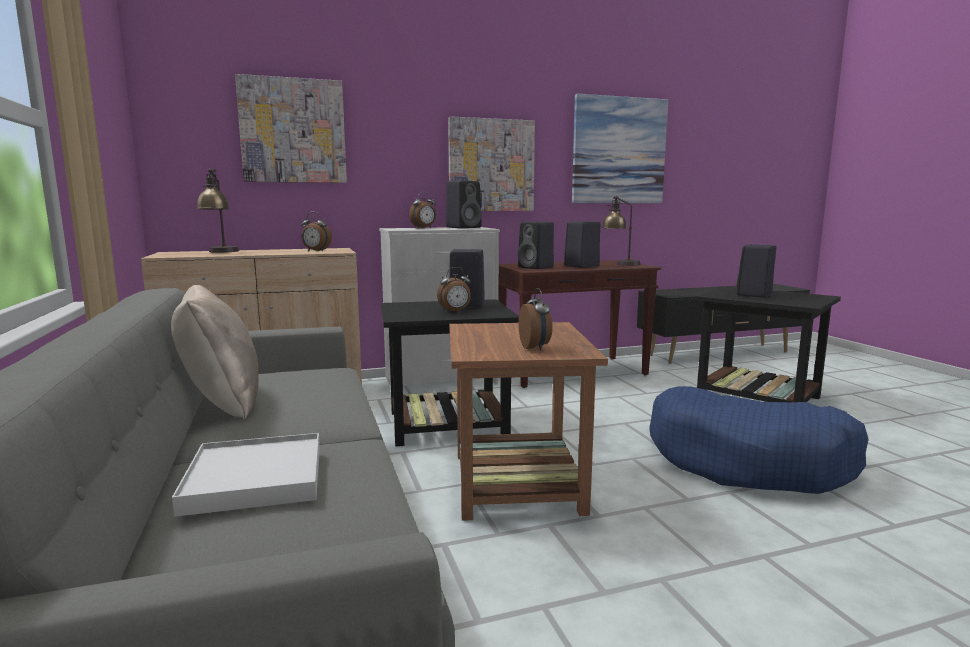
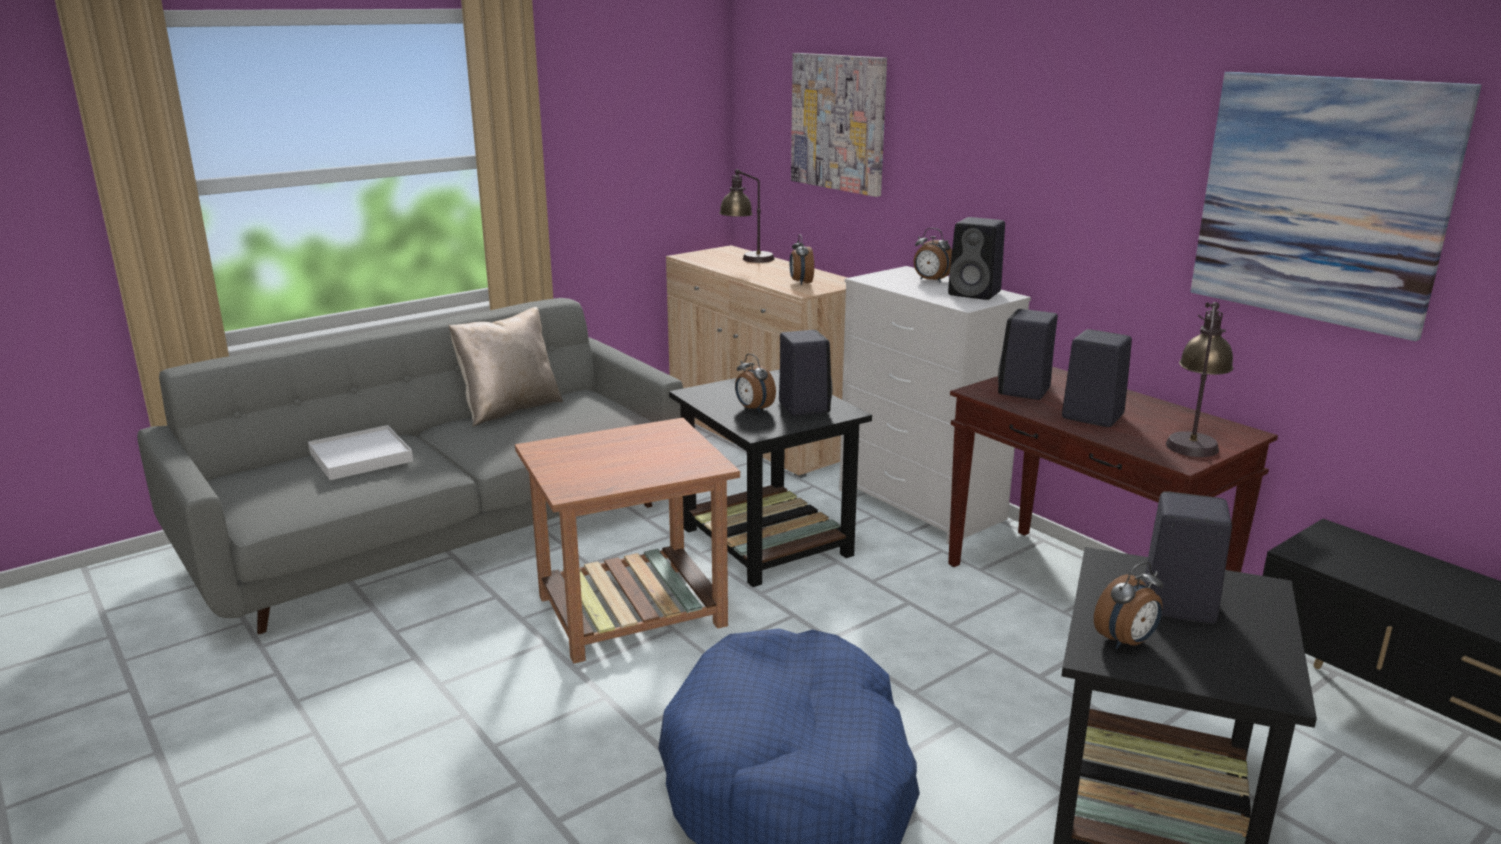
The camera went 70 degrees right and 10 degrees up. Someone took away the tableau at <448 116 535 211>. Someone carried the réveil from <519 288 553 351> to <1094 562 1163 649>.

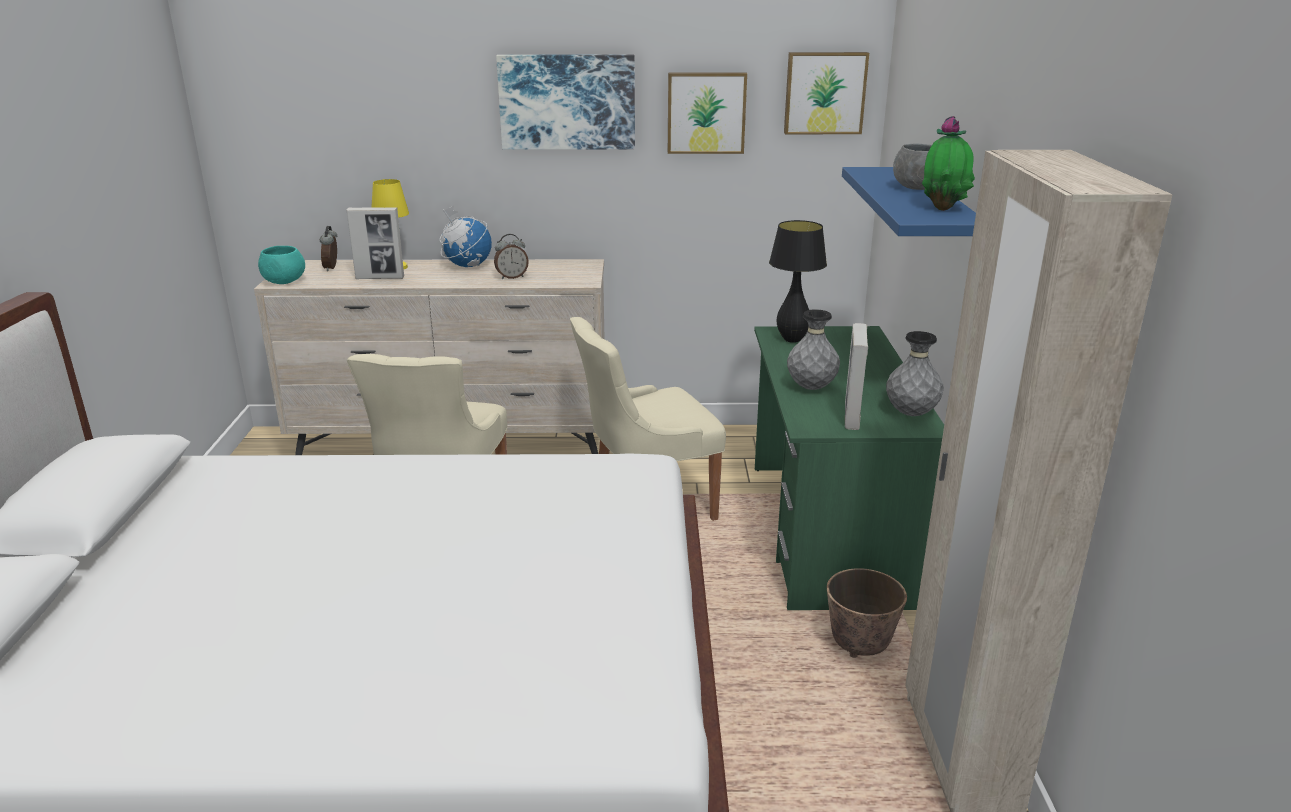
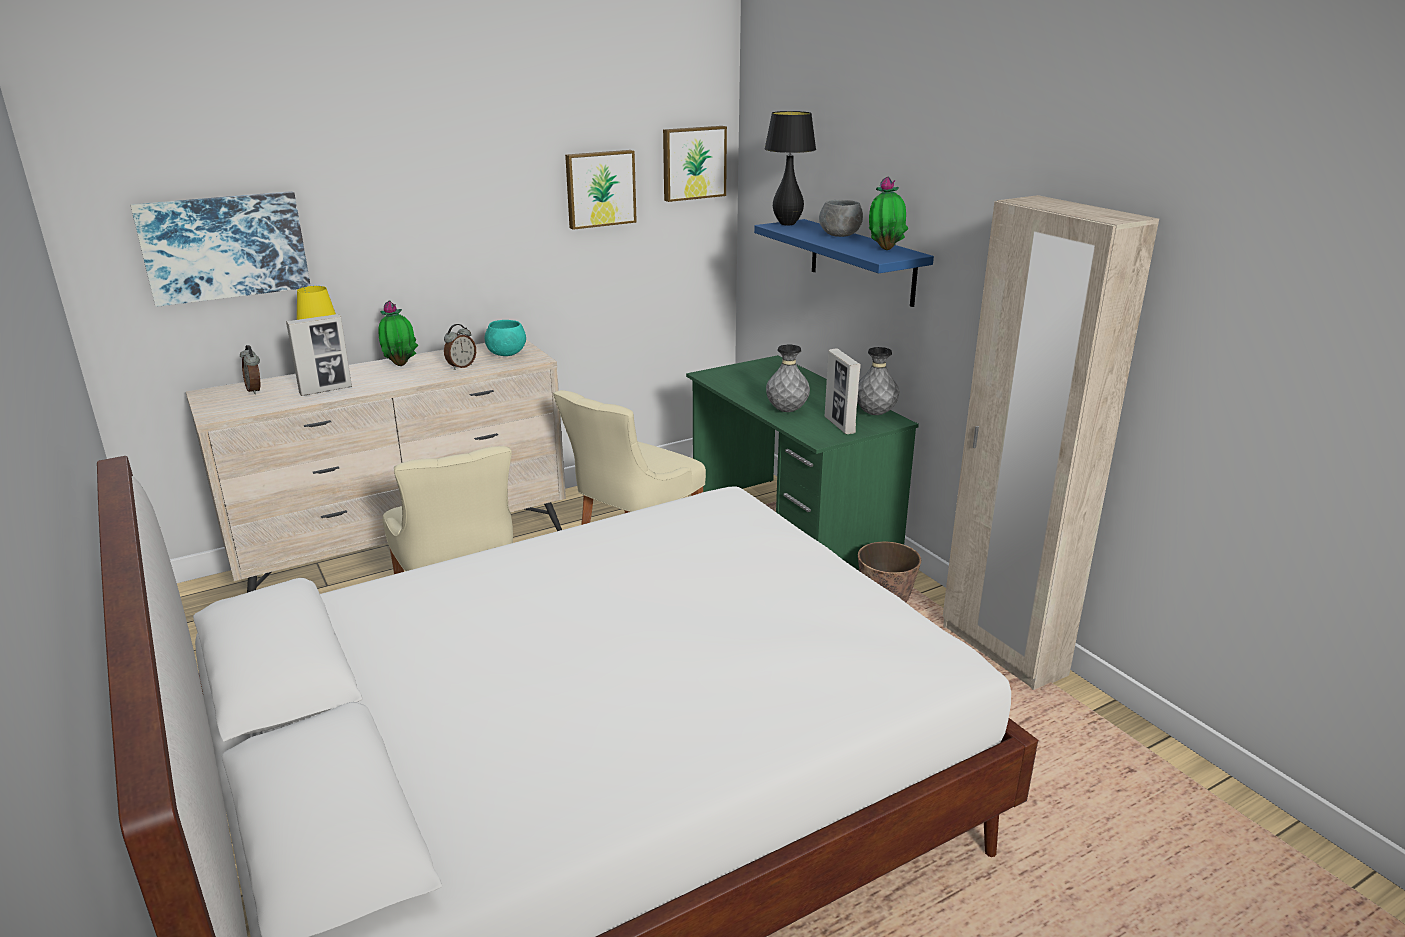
The camera went 30 degrees left and 0 degrees up. Someone carried the bol [turquoise] from <258 246 305 284> to <485 320 526 356>. Someone carried the tableau from <496 55 635 150> to <131 191 311 307>. Someone carried the lampe de table [noir] from <769 220 827 343> to <765 111 816 225>. Someone swapped the globe at <440 206 492 267> for the plante en pot at <378 300 418 366>.

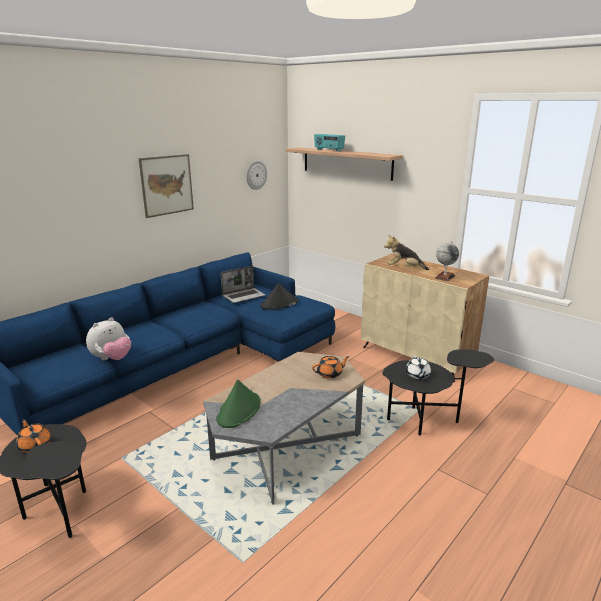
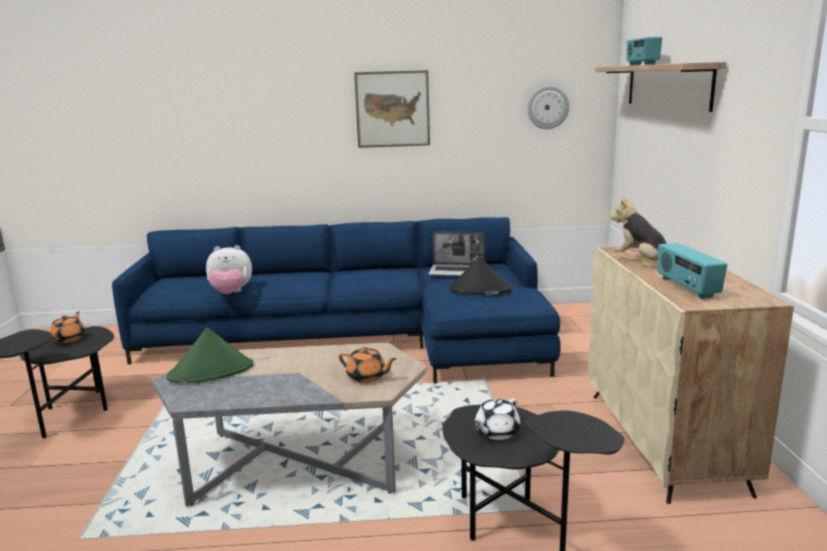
The camera went 45 degrees right and 5 degrees down. Someone swapped the globe at <435 241 459 281> for the radio at <658 243 727 299>.

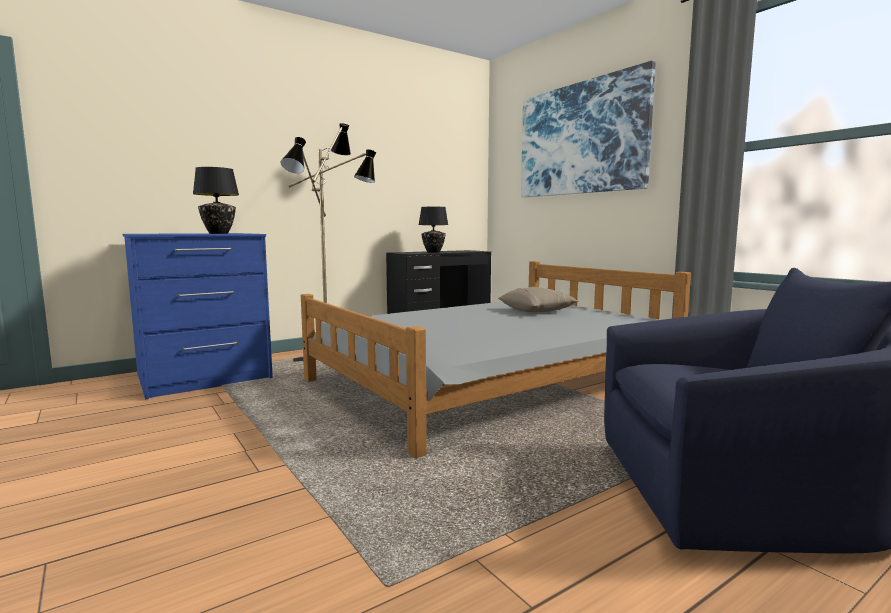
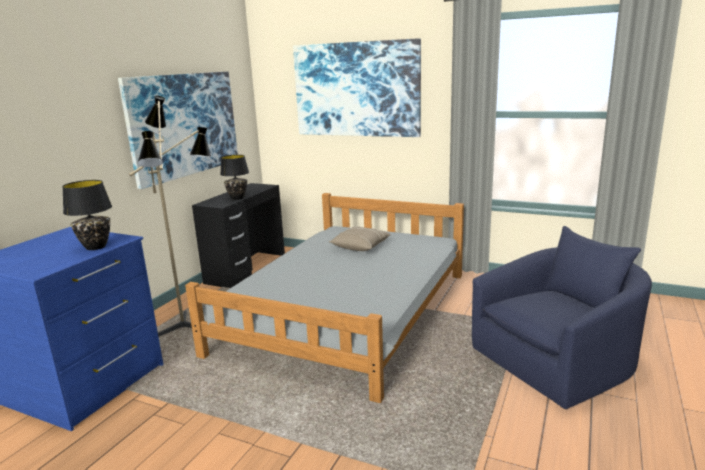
The camera went 30 degrees left and 10 degrees up. Someone put up the tableau at <118 72 238 189>.

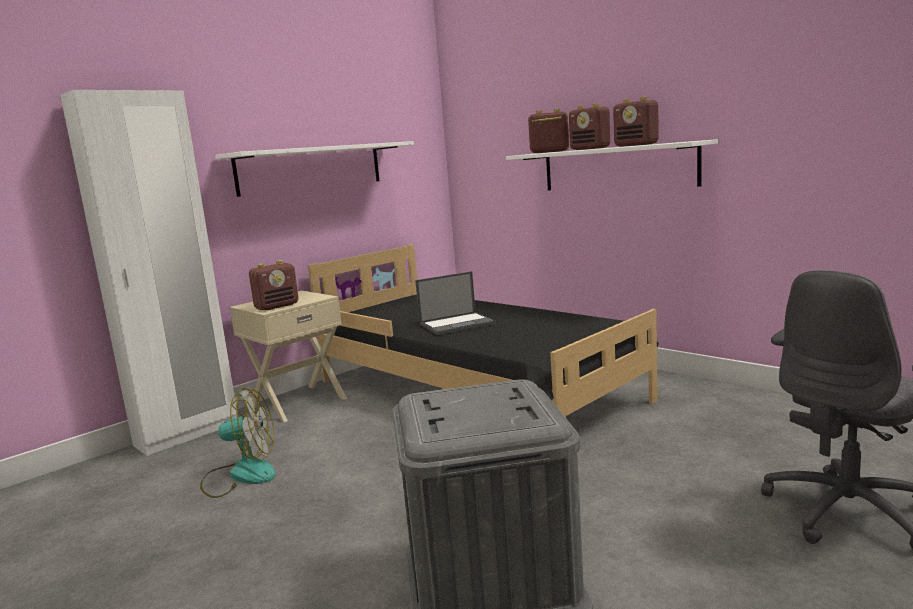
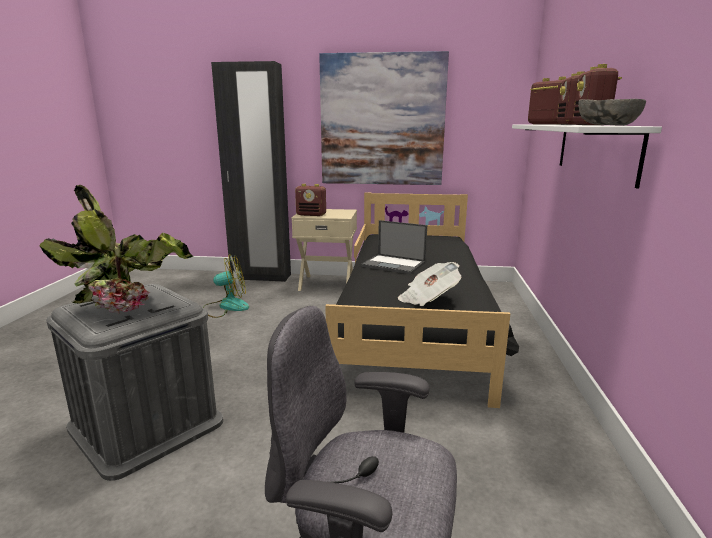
The camera went 50 degrees right and 5 degrees up. Someone put down the plante en pot at <39 185 193 314>. Someone put down the journal at <398 262 462 306>. Someone put down the bol [gris] at <578 99 646 126>. Someone swapped the étagère [blanc] at <215 141 414 197> for the tableau at <319 51 449 185>. Someone repainted the armoire [blanc] at <60 90 237 456>, which became the armoire [noir] at <211 61 291 282>. Someone rotated the ventilateur at <200 388 276 498> by 60 degrees counterclockwise.

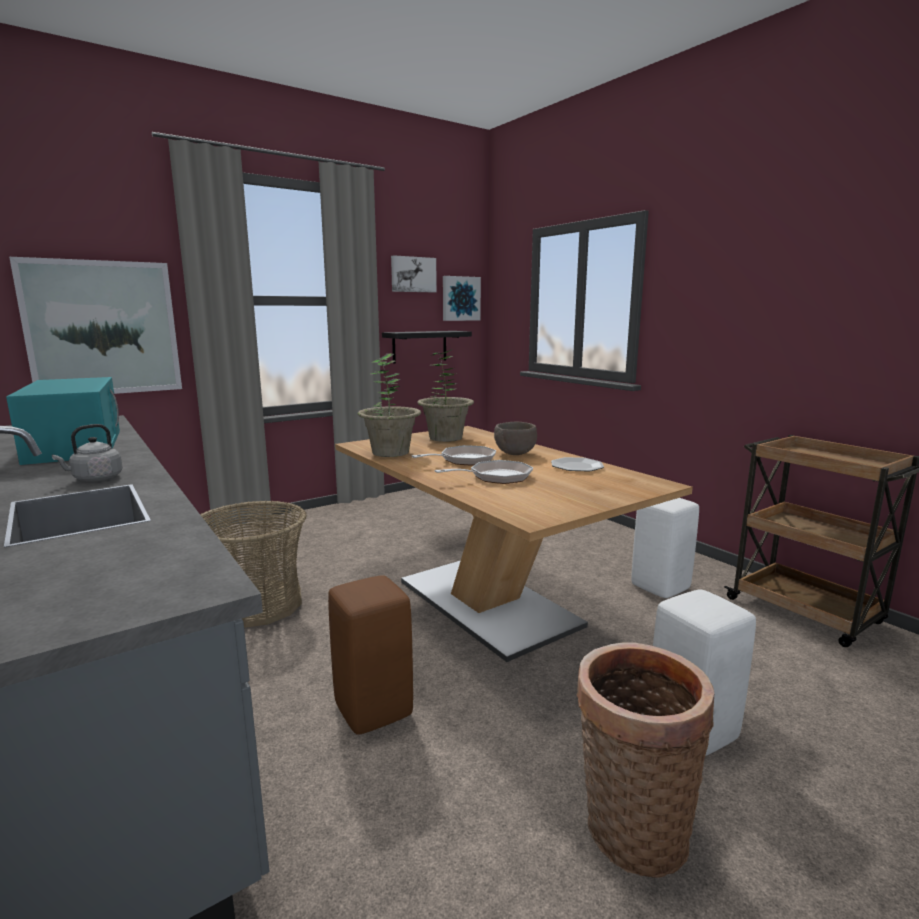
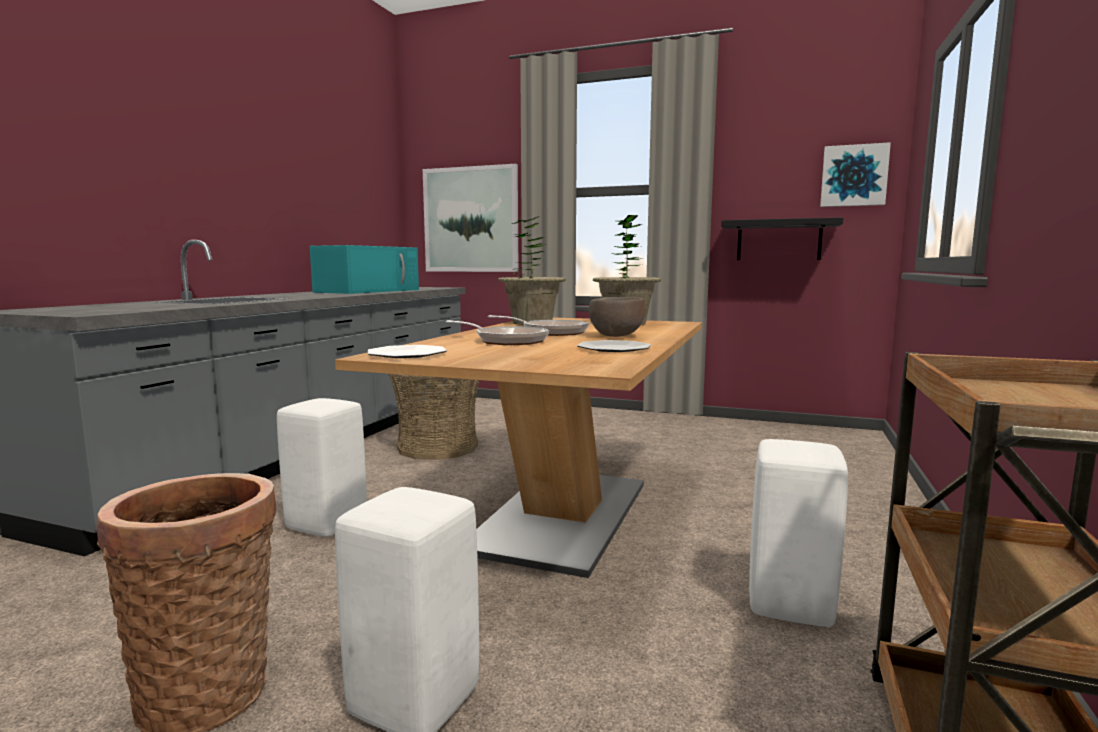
The camera went 55 degrees right and 5 degrees down. Someone took away the bouilloire [gris] at <52 424 123 481>. Someone took away the tableau at <391 255 437 292>. Someone put down the assiette at <368 345 447 358>. Someone repainted the tabouret [marron] at <328 575 413 735>, which became the tabouret [blanc] at <277 398 367 537>.

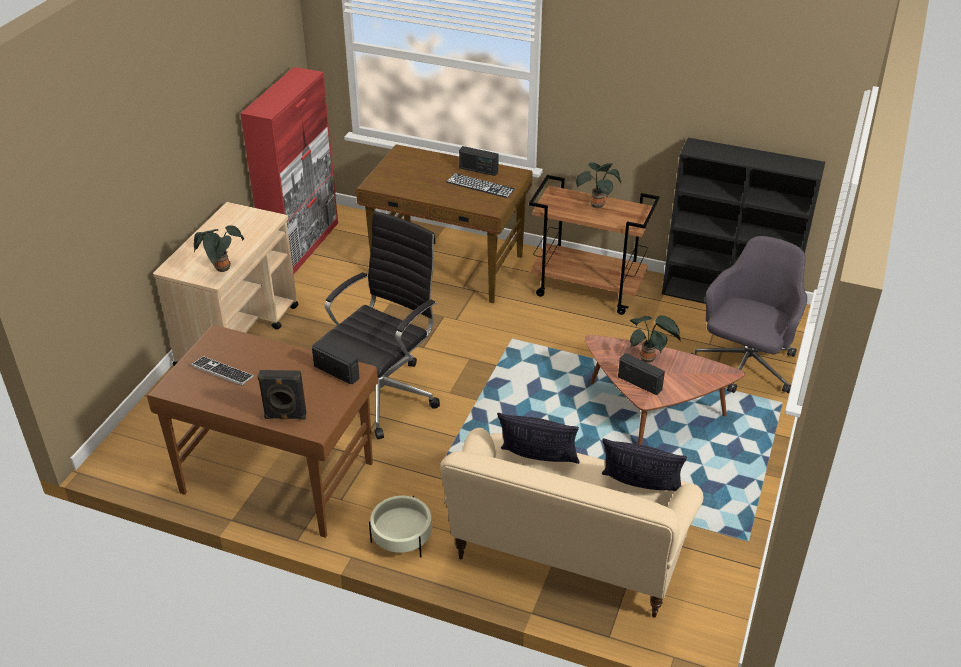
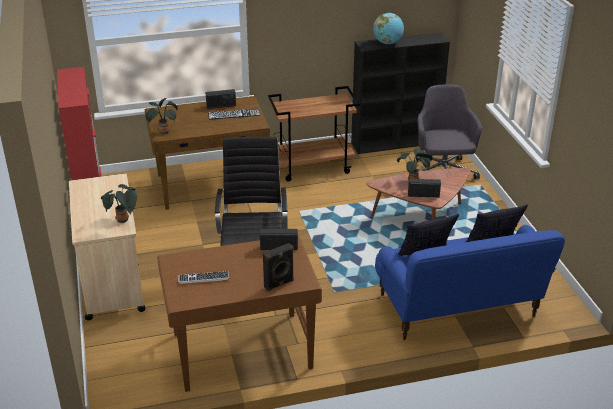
The camera went 35 degrees left and 5 degrees down. Someone took away the cache-pot [beige] at <369 496 432 558>. Someone put down the globe at <373 13 404 44>. Someone carried the plante en pot from <576 162 621 208> to <145 98 178 134>. Someone repainted the canapé [beige] at <440 428 704 618>, which became the canapé [bleu] at <375 225 565 340>.

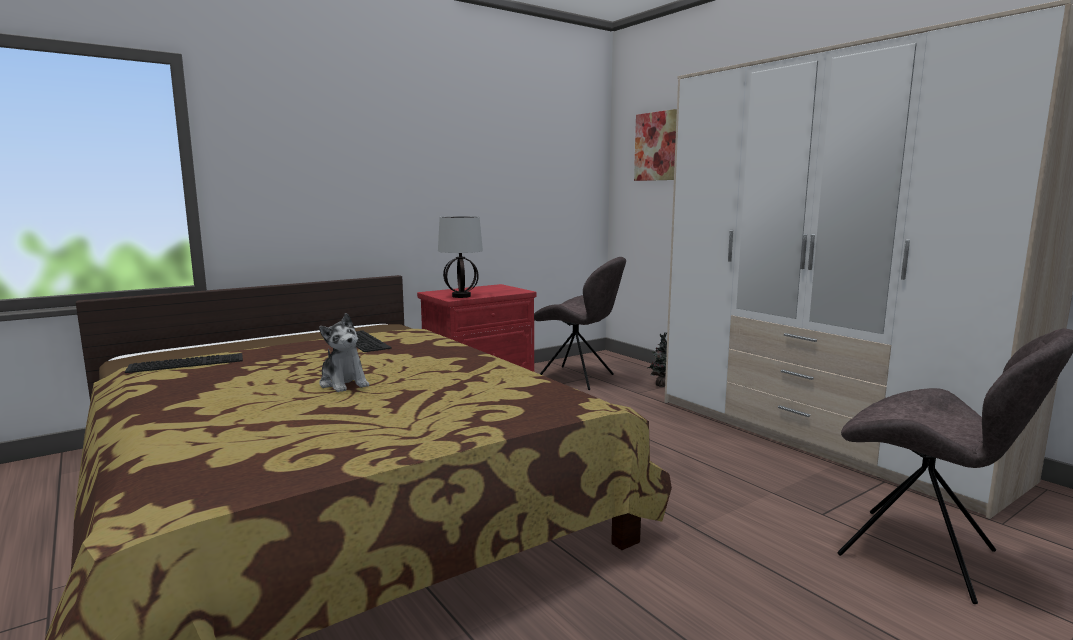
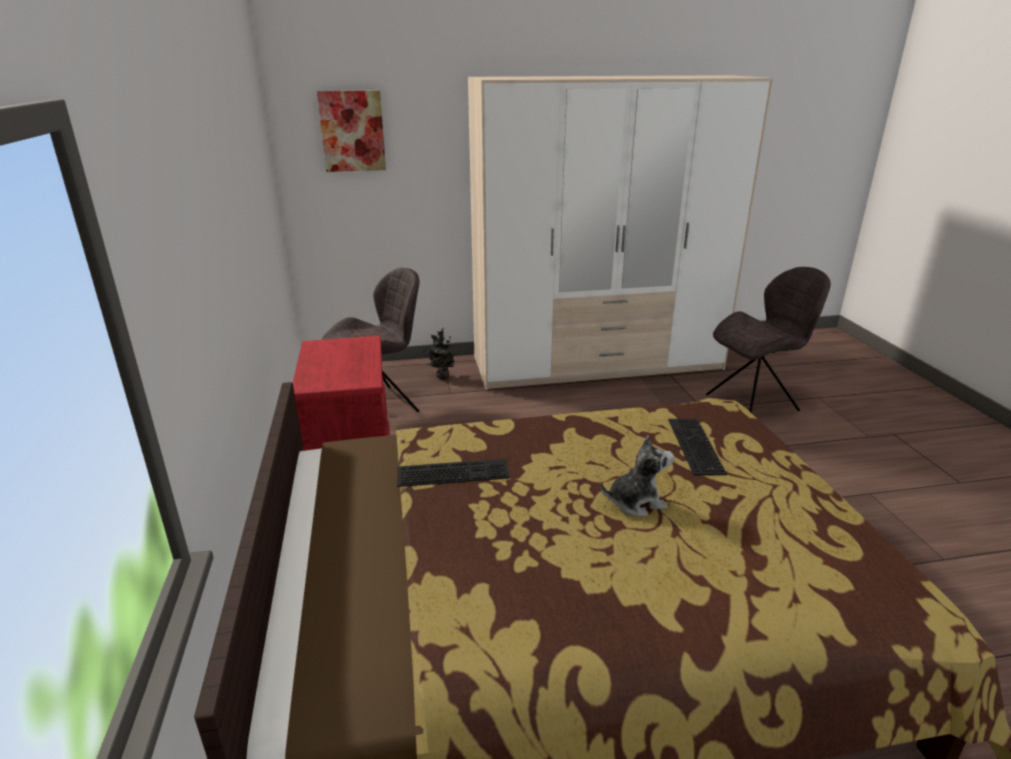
The camera went 65 degrees left and 15 degrees up. Someone took away the lampe de table at <438 216 483 298>. Someone carried the clavier from <125 353 243 373> to <668 419 727 475>.

